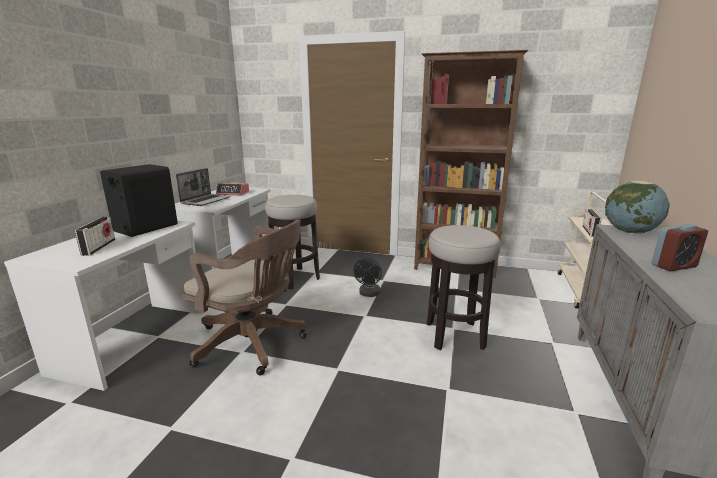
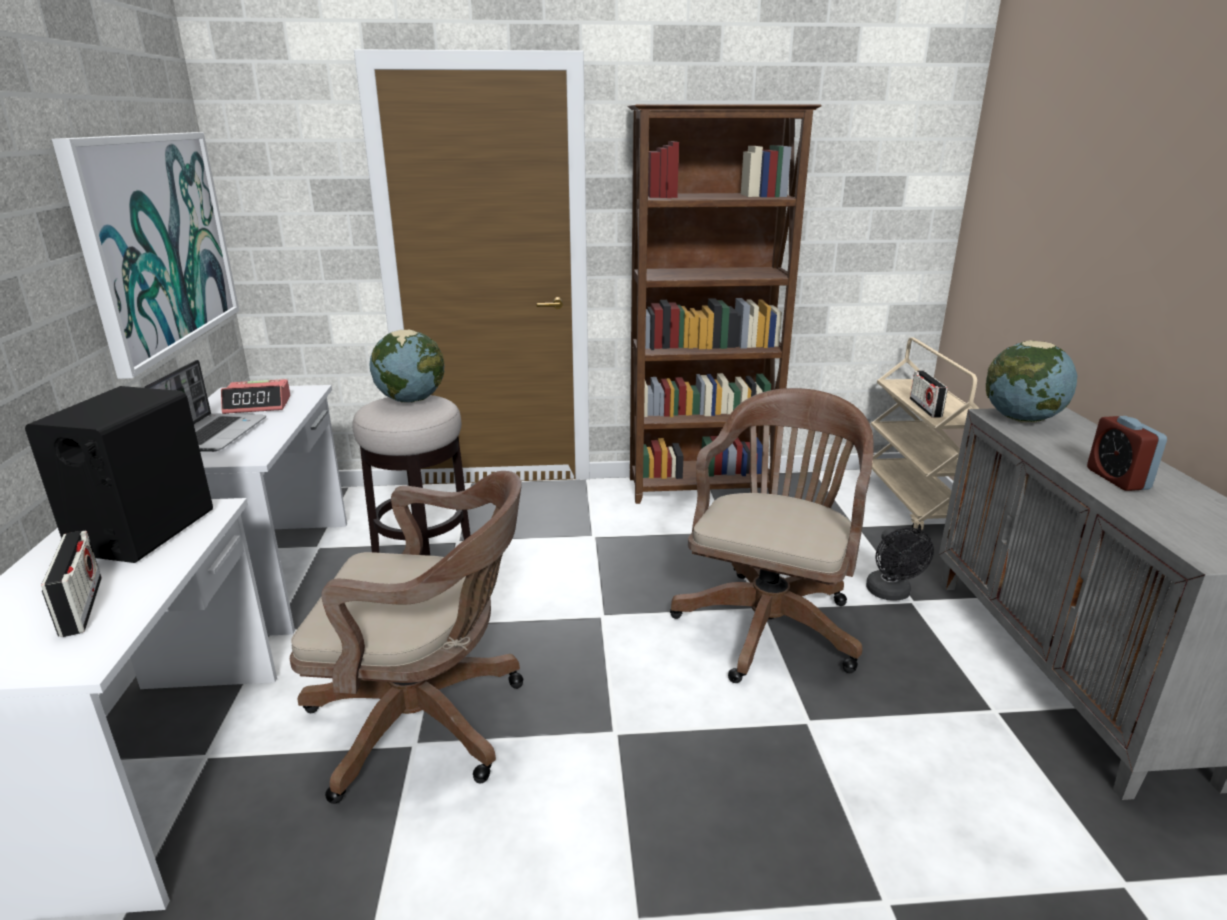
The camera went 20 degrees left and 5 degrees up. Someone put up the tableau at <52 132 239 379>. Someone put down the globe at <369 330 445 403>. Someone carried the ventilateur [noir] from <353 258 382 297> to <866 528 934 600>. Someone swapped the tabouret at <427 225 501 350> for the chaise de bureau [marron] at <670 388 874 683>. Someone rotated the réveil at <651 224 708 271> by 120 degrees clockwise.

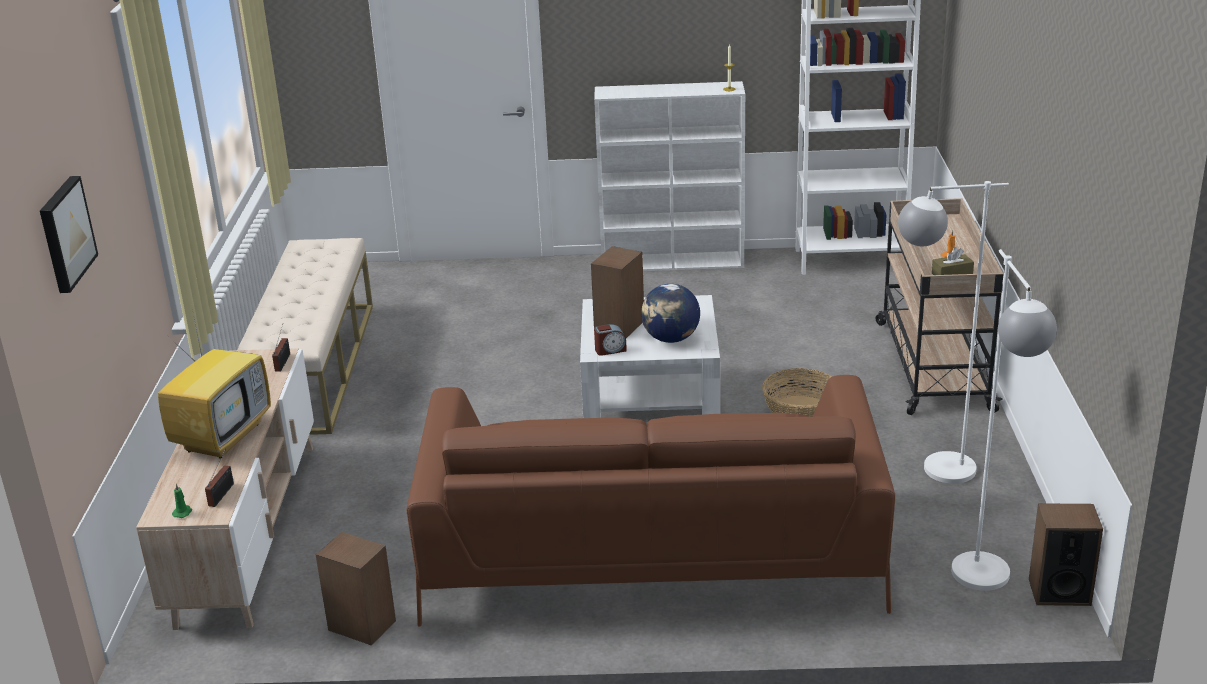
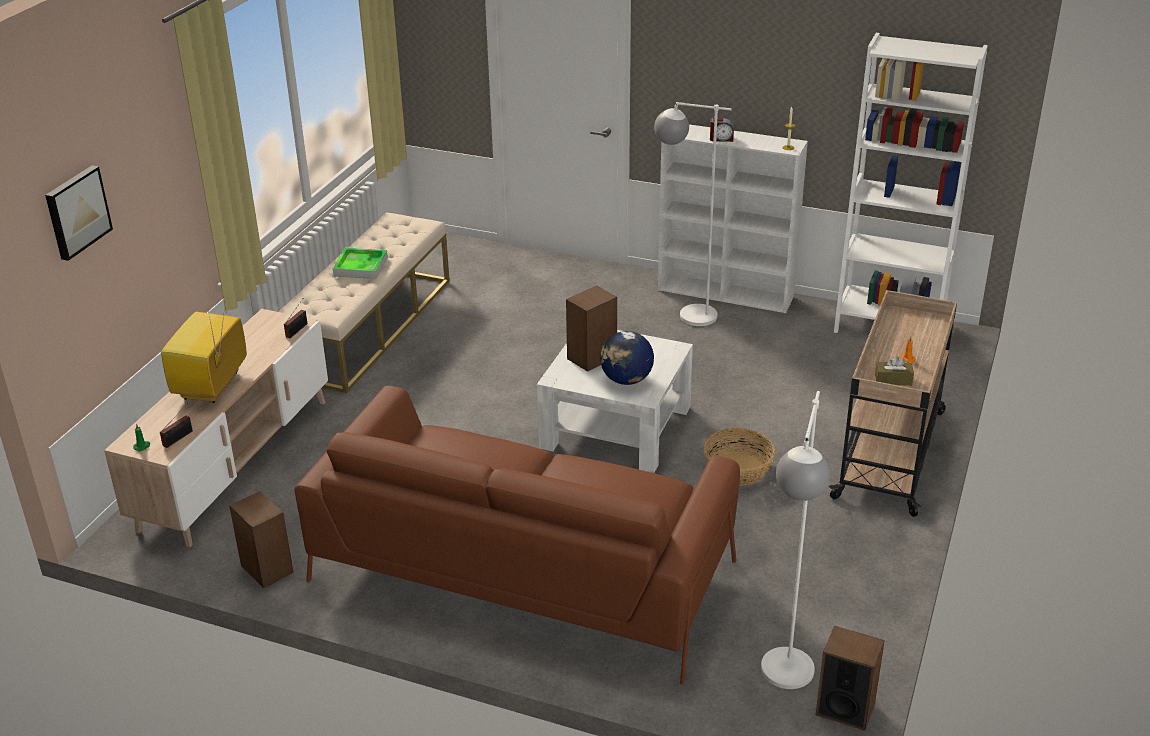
The camera went 20 degrees right and 5 degrees up. Someone put down the plateau at <333 248 388 279>. Someone carried the réveil from <594 324 627 356> to <710 118 734 142>. Someone carried the lampadaire [blanc] from <898 181 1009 484> to <654 102 732 326>. Someone rotated the téléviseur at <158 309 271 459> by 150 degrees clockwise.

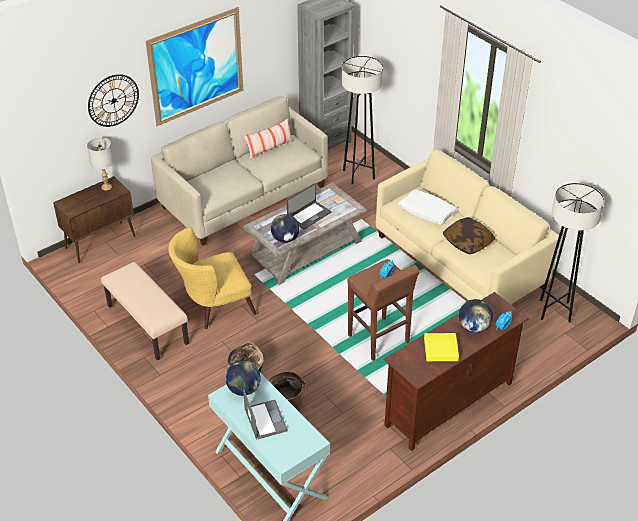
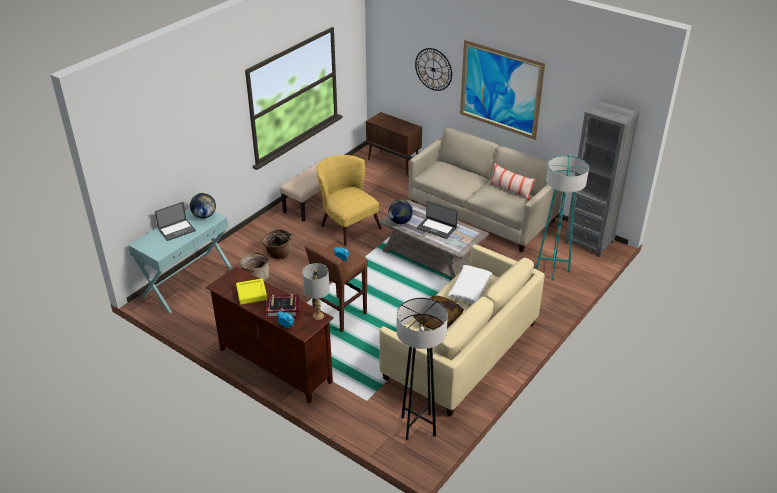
The camera went 75 degrees right and 5 degrees down. Someone carried the lampe de table [gris] from <87 137 114 190> to <302 263 330 320>. Someone swapped the globe at <459 299 493 333> for the livre at <265 294 300 318>. Someone repainted the lampadaire [gris] at <342 56 383 185>, which became the lampadaire [turquoise] at <536 155 589 280>.

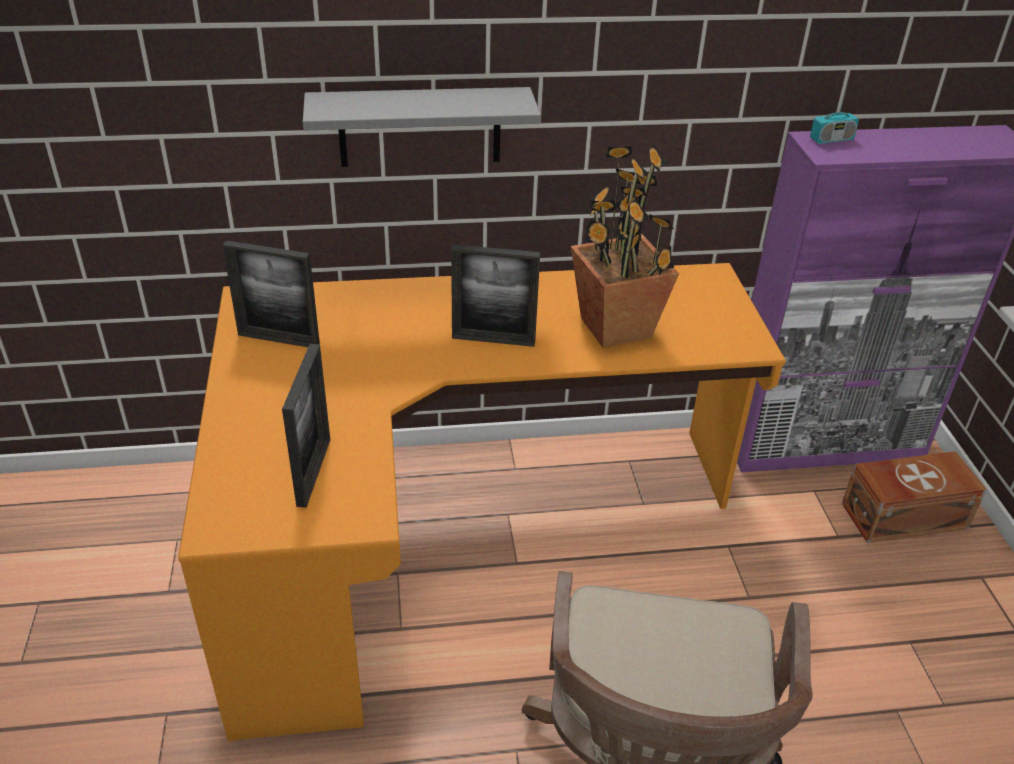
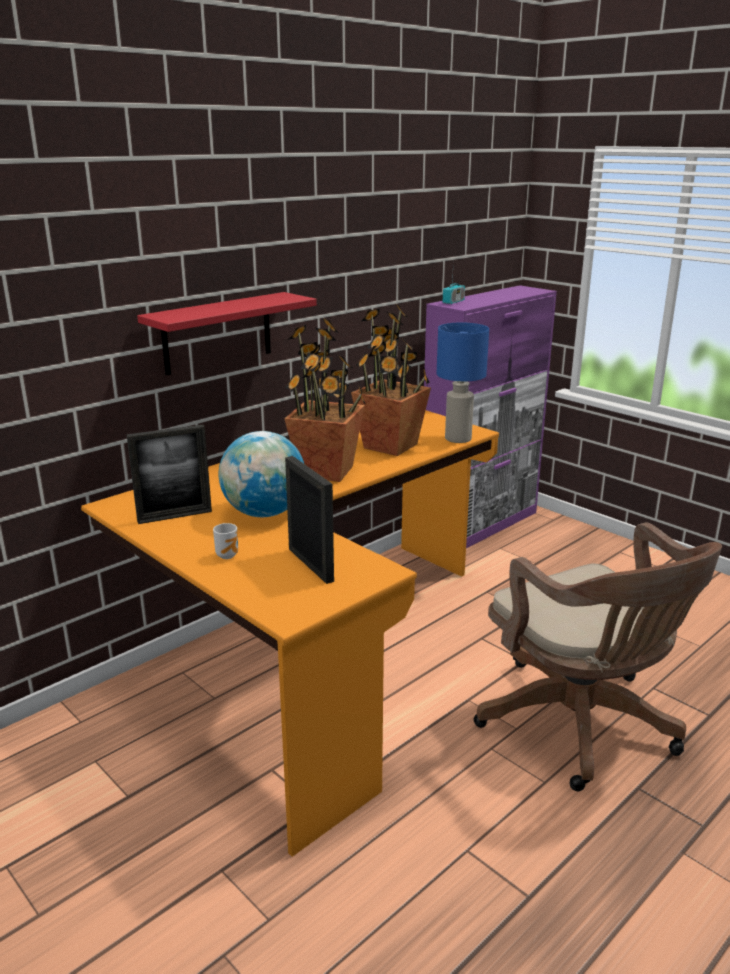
The camera went 35 degrees left and 15 degrees down. Someone took away the boîte de rangement [marron] at <842 451 987 543>. Someone put down the mug at <213 523 238 559>. Someone put down the globe at <219 431 304 517>. Someone put down the lampe de table [bleu] at <437 322 489 443>. Someone swapped the cadre photo at <451 244 540 347> for the plante en pot at <284 317 365 482>. Someone repainted the étagère [gris] at <303 87 541 167>, which became the étagère [rouge] at <137 292 317 376>.

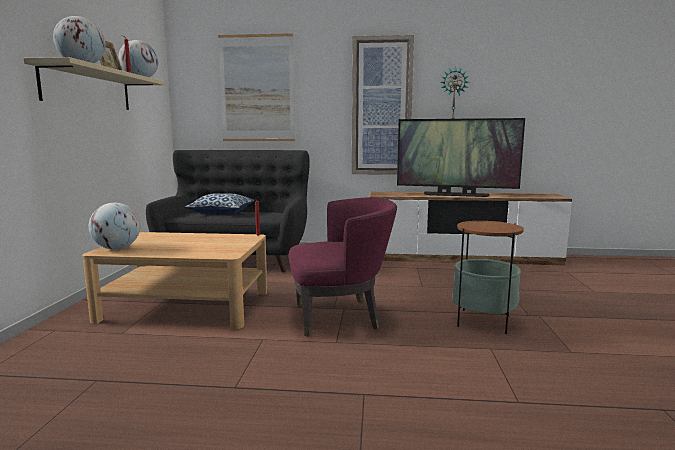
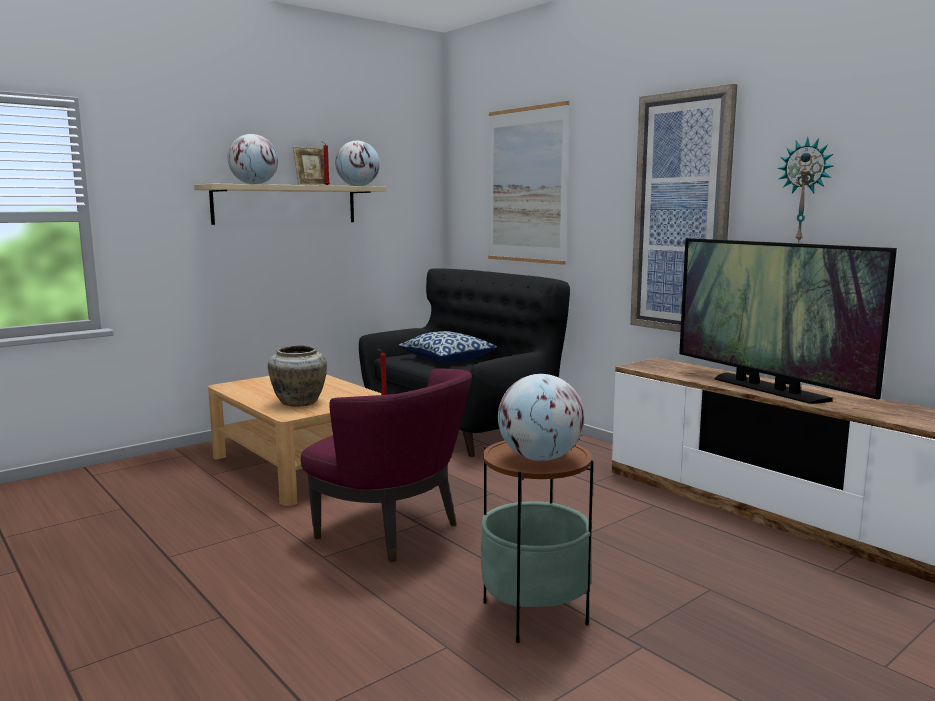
The camera went 45 degrees right and 0 degrees up. Someone put down the vase [beige] at <268 345 327 407>. Someone carried the globe from <89 203 140 249> to <498 374 585 461>.

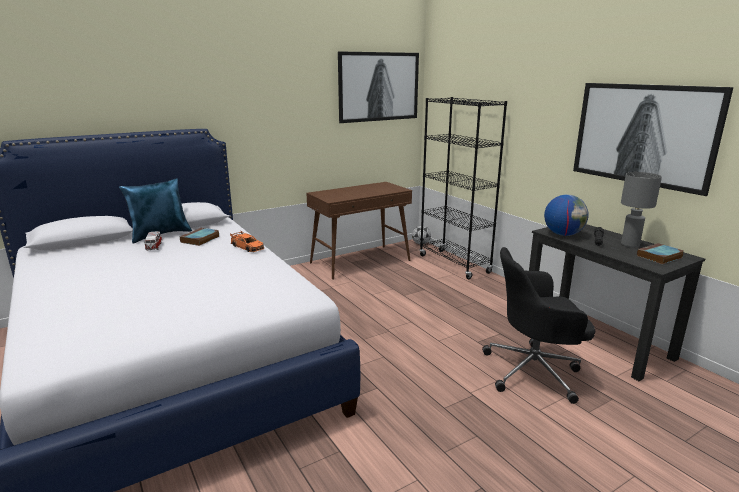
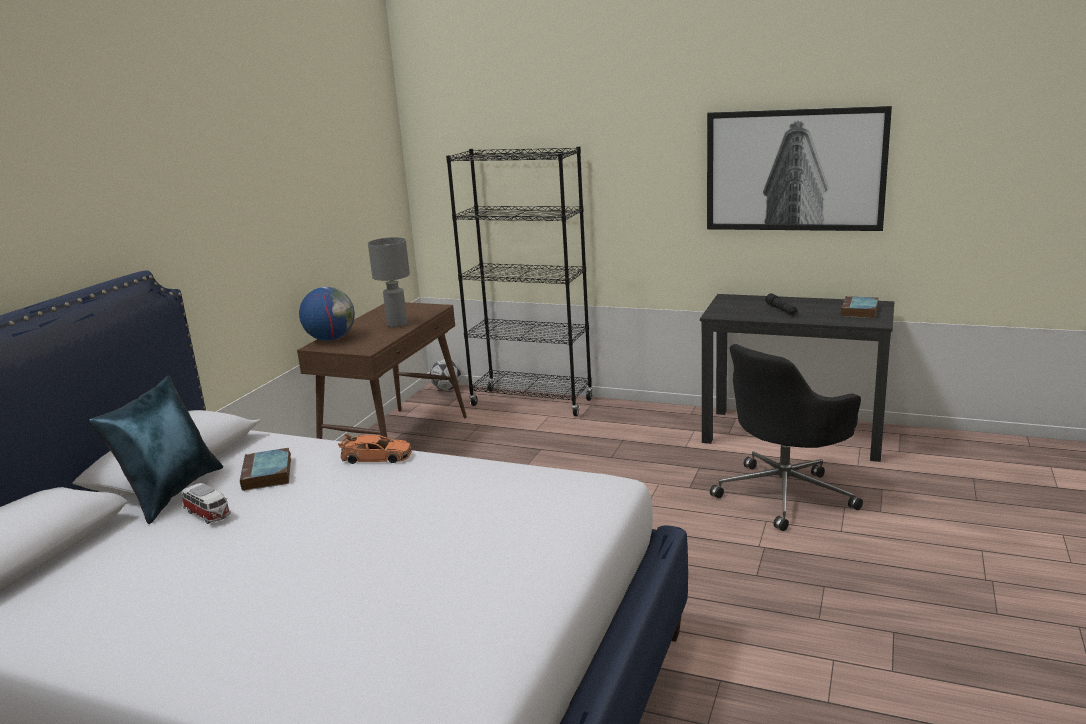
The camera went 35 degrees left and 0 degrees up. Someone took away the tableau at <338 51 419 123>. Someone carried the globe from <544 195 589 236> to <299 287 355 341>. Someone carried the lampe de table [gris] from <621 172 662 248> to <368 237 410 327>.

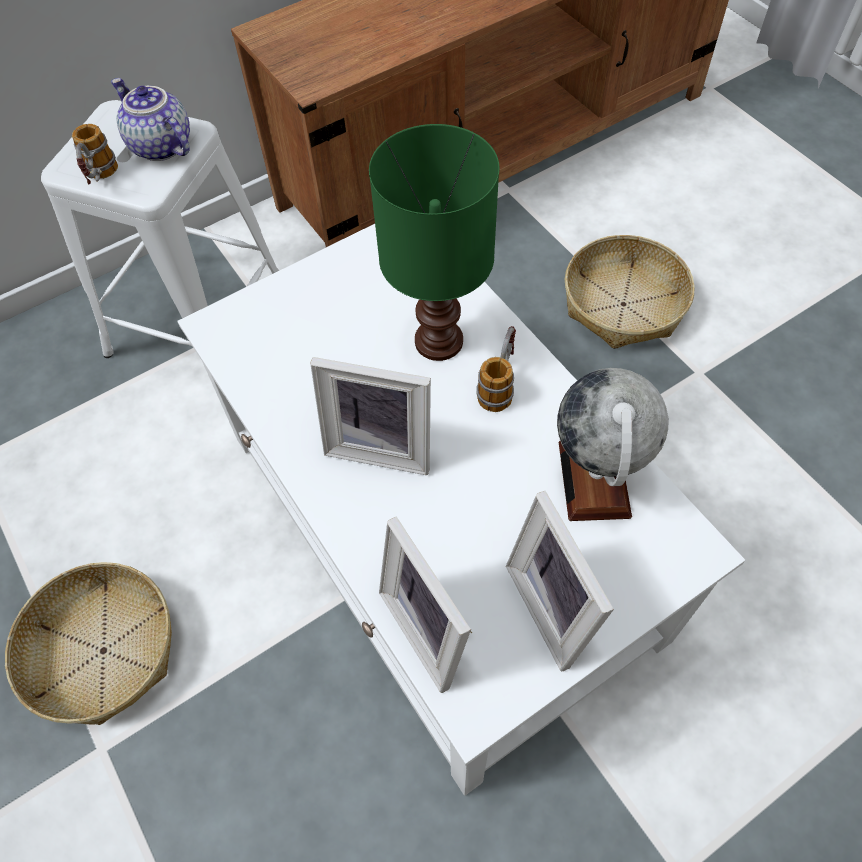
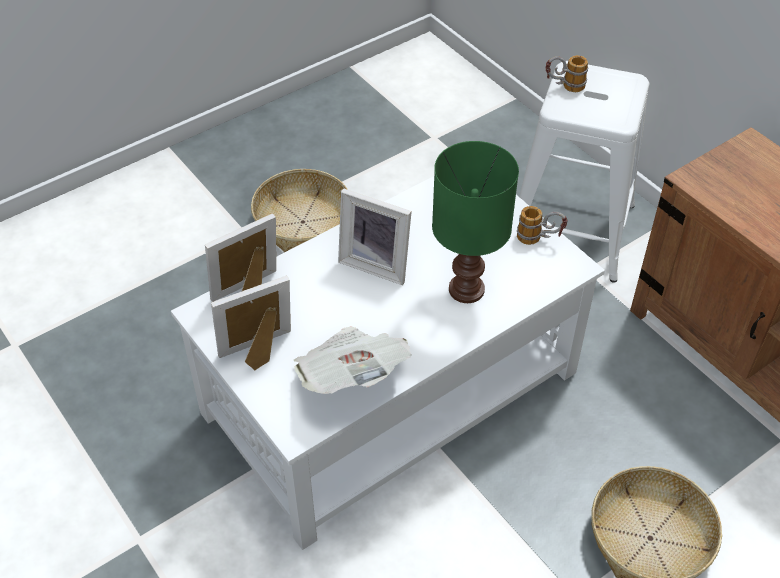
The camera went 85 degrees right and 10 degrees down. Someone took away the théière at <111 78 190 161>. Someone carried the mug from <476 326 516 412> to <517 206 568 245>. Someone swapped the globe at <557 368 668 521> for the journal at <294 326 412 394>. Someone rotated the cadre photo at <310 357 431 475> by 75 degrees counterclockwise.

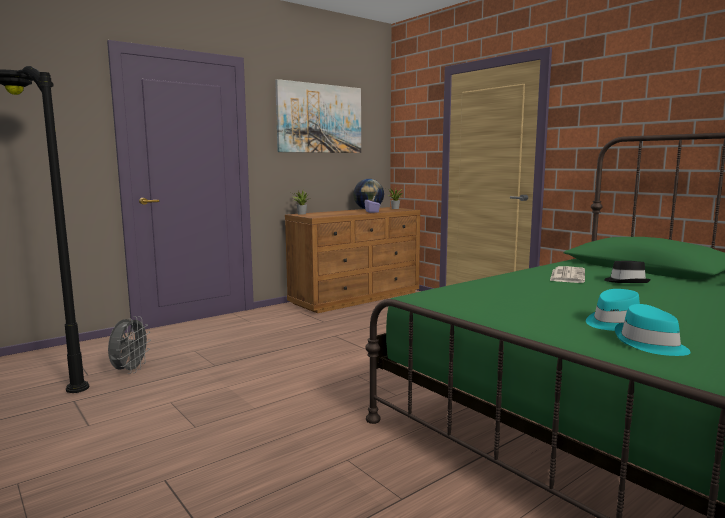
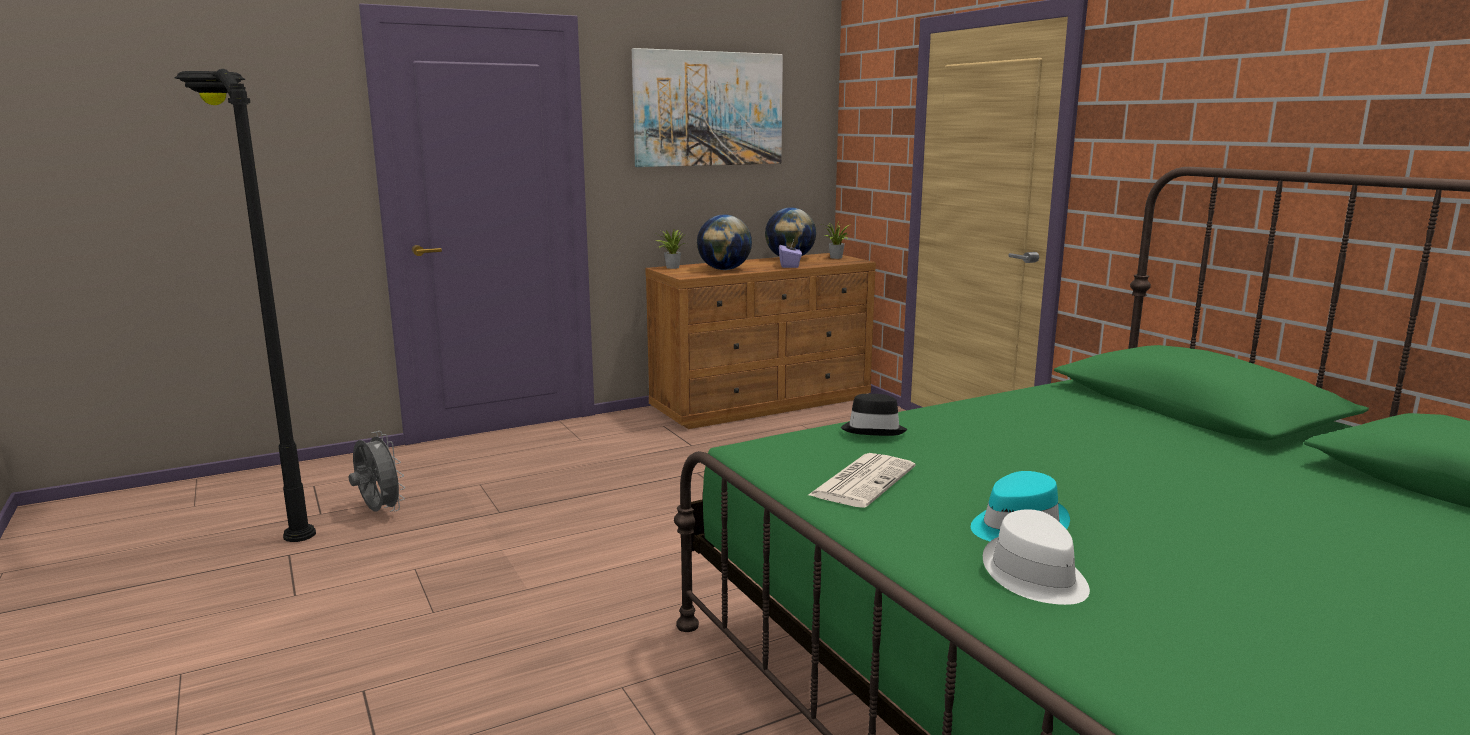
The camera went 10 degrees right and 5 degrees up. Someone put down the globe at <697 215 752 270>. Someone carried the journal from <550 266 585 283> to <808 453 915 508>. Someone carried the chapeau [noir] from <604 261 651 283> to <841 394 907 436>. Someone repainted the chapeau [turquoise] at <615 304 691 356>, which became the chapeau [blanc] at <983 509 1090 605>. Someone rotated the ventilateur [gris] at <108 316 151 374> by 60 degrees counterclockwise.

